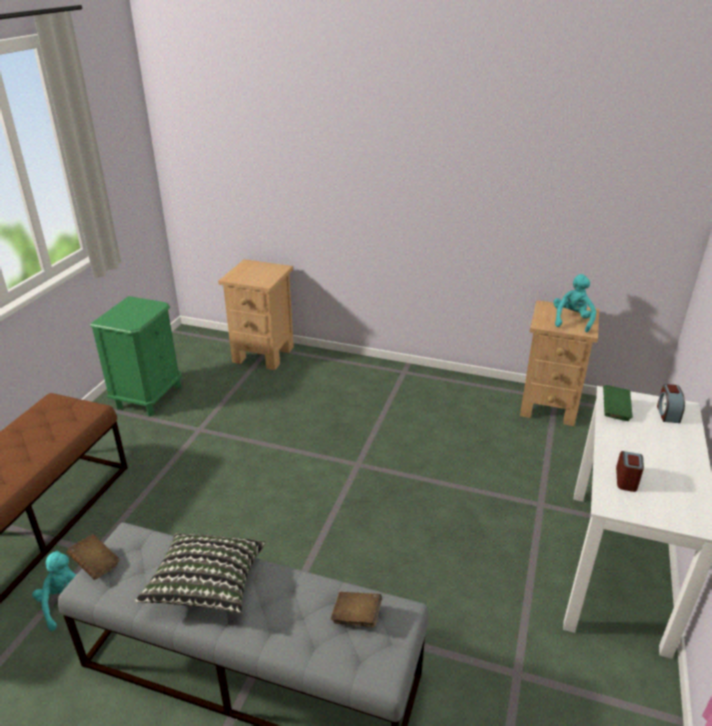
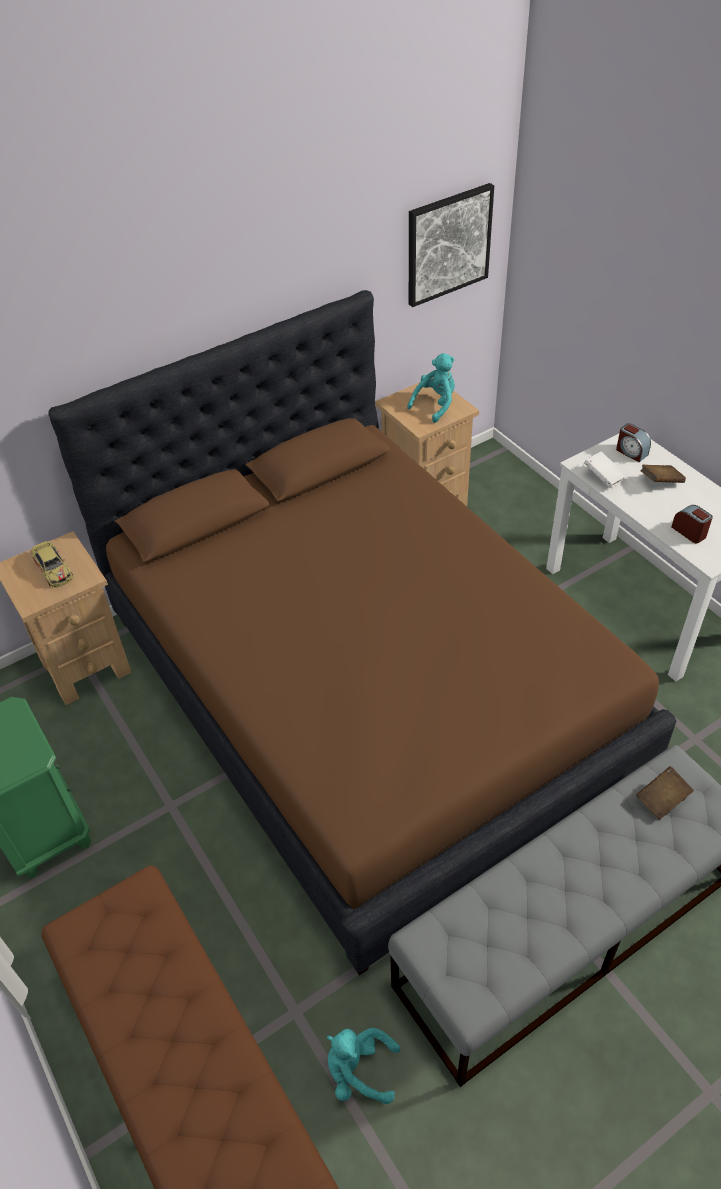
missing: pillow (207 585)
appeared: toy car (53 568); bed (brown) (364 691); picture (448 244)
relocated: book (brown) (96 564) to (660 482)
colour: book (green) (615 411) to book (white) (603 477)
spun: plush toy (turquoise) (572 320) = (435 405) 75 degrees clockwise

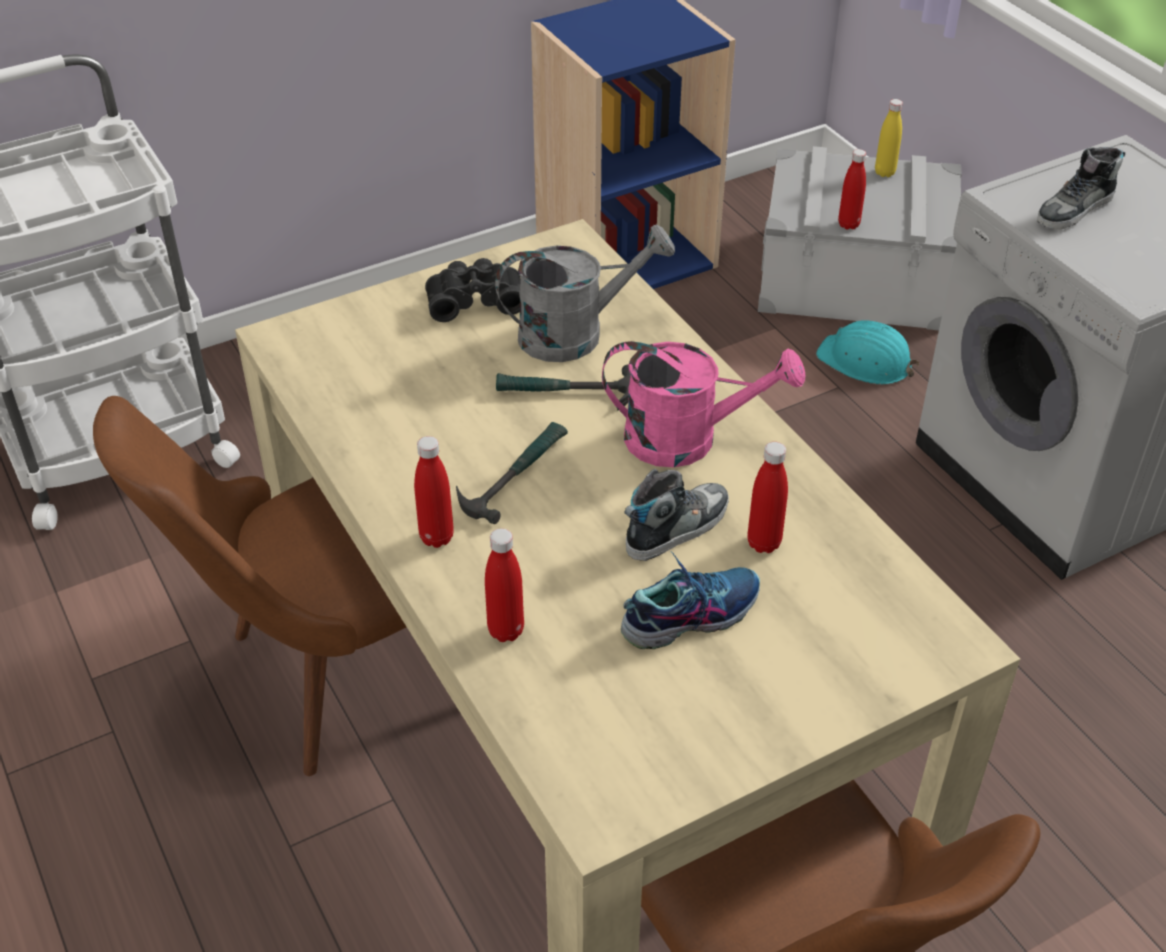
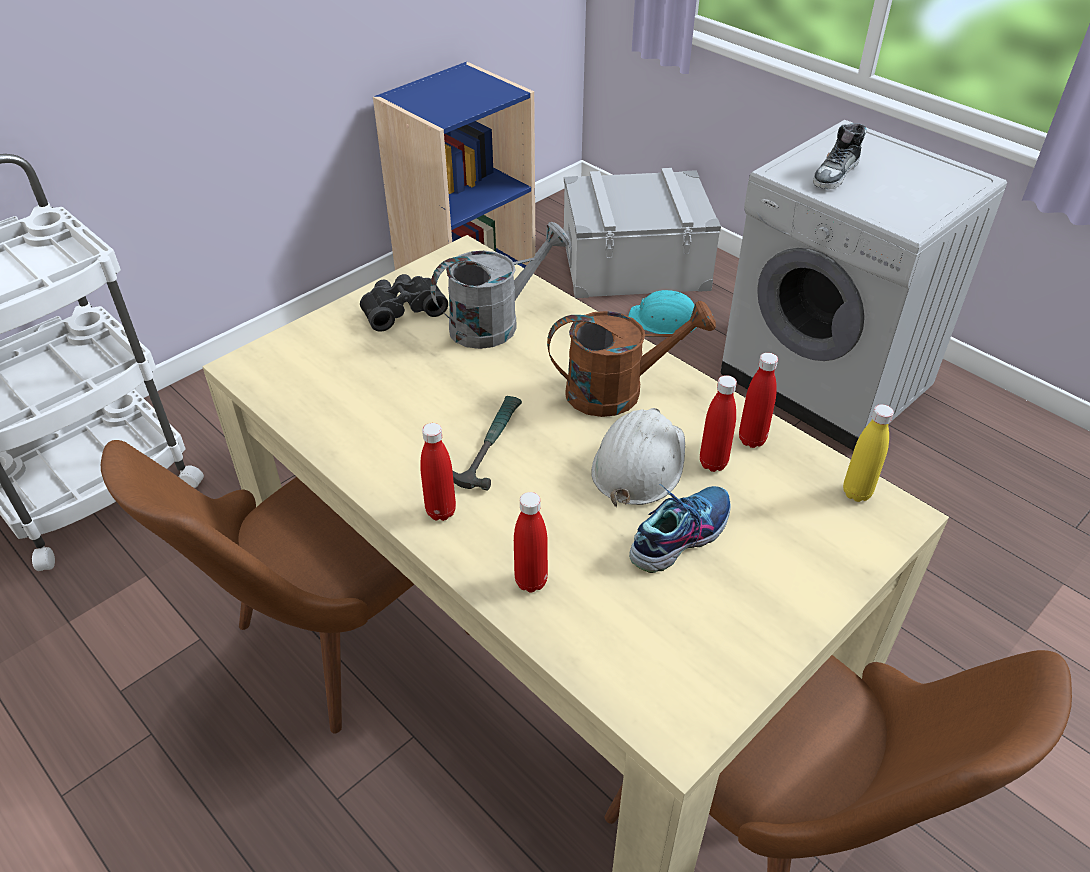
missing: hammer (566 392)
relocated: bottle (red) (848 224) to (752 440); bottle (yellow) (884 172) to (856 493)
exchanged: shoe (677 527) to hard hat (white) (638 464)
colour: watering can (pink) (687 439) to watering can (brown) (618 391)

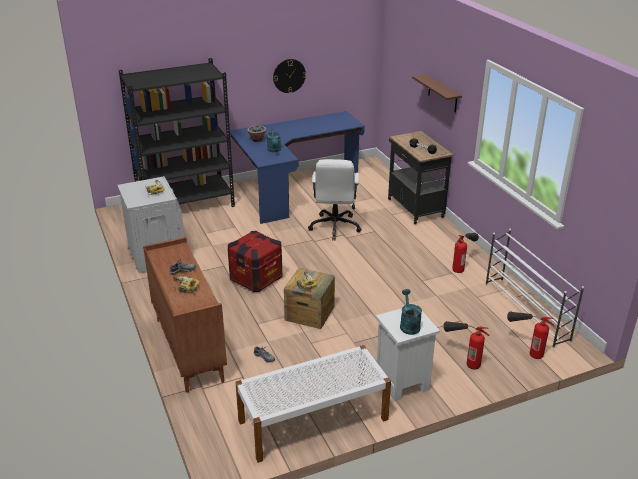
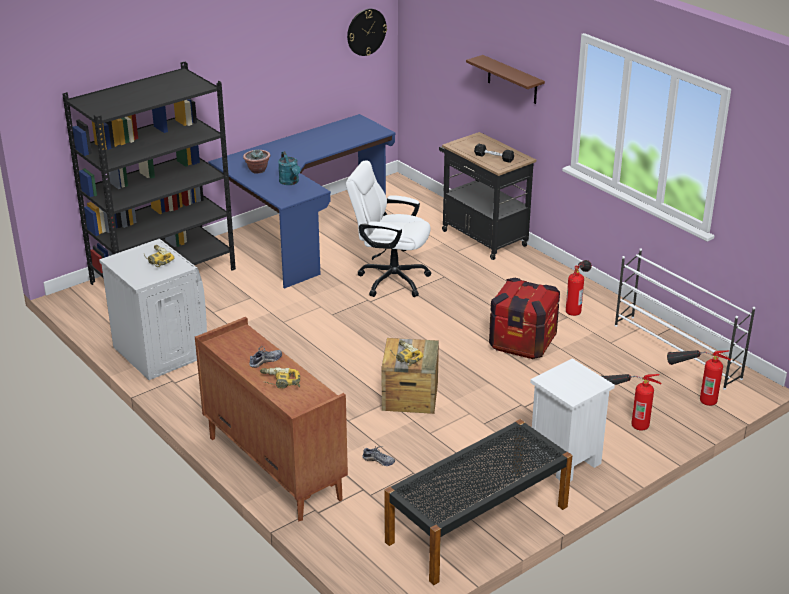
missing: watering can (turquoise) (408 325)
relocated: wall clock (289 75) to (366 32); crate (256 279) to (522 342)
colour: bench (white) (313 421) to bench (black) (478 525)
spun: office chair (white) (335 228) = (389 280) 120 degrees clockwise

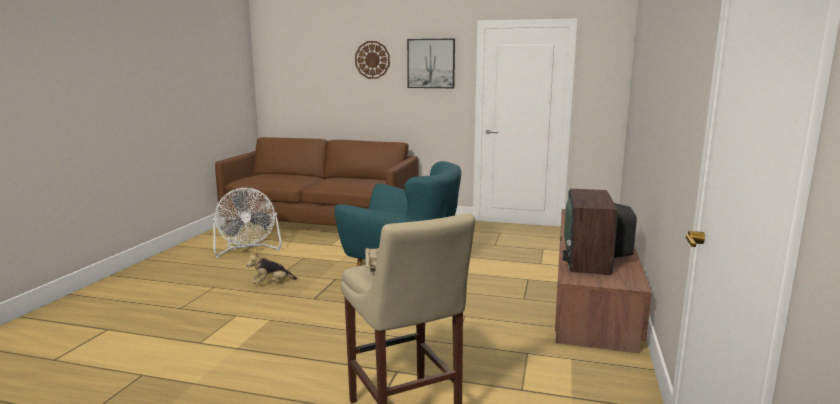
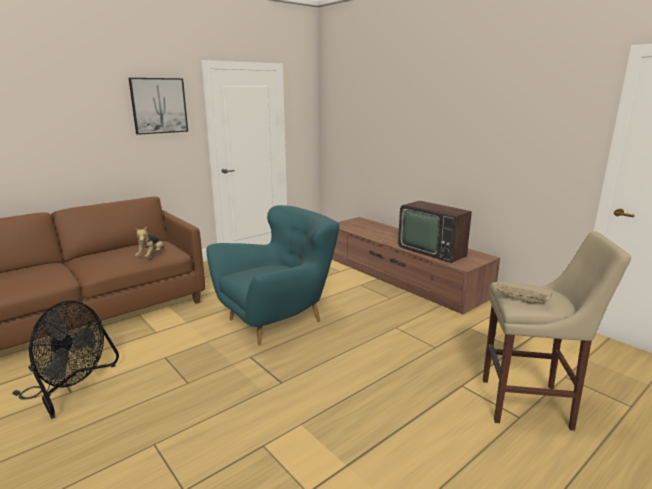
missing: wall clock (372 60)
relocated: plush toy (271 283) to (151 256)
colour: fan (white) (245 250) to fan (black) (69 389)

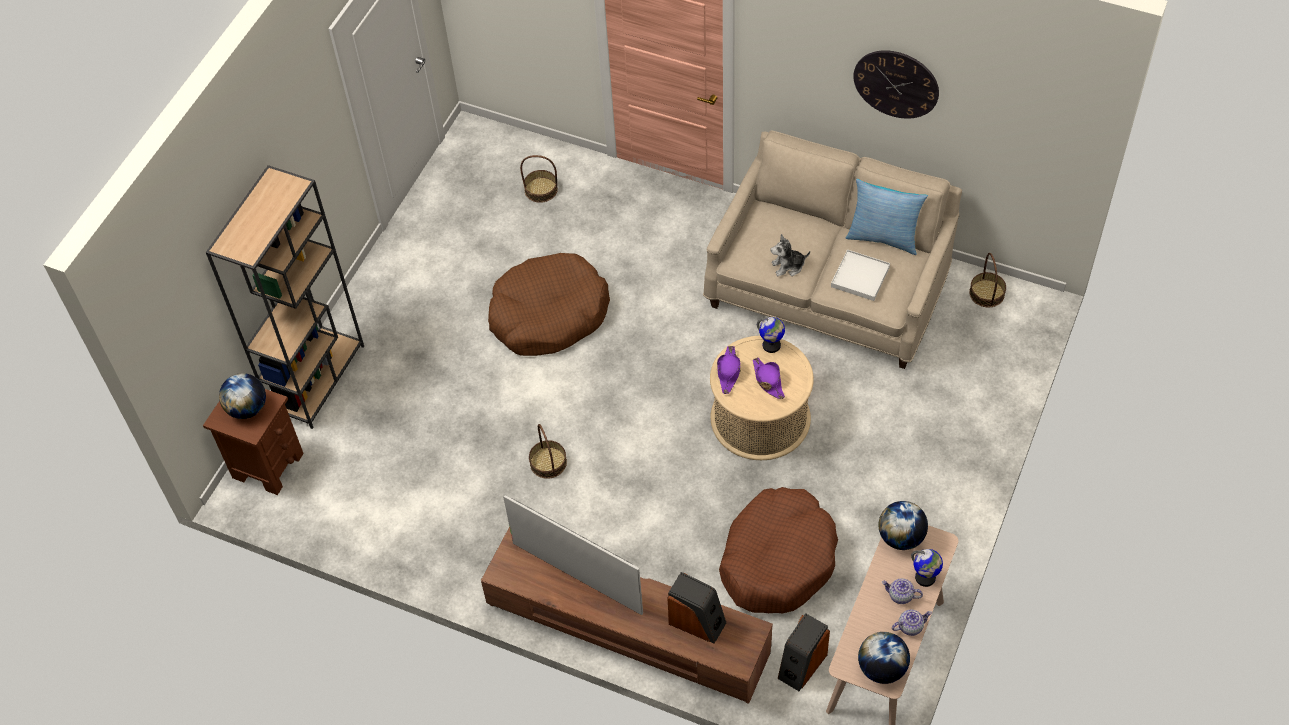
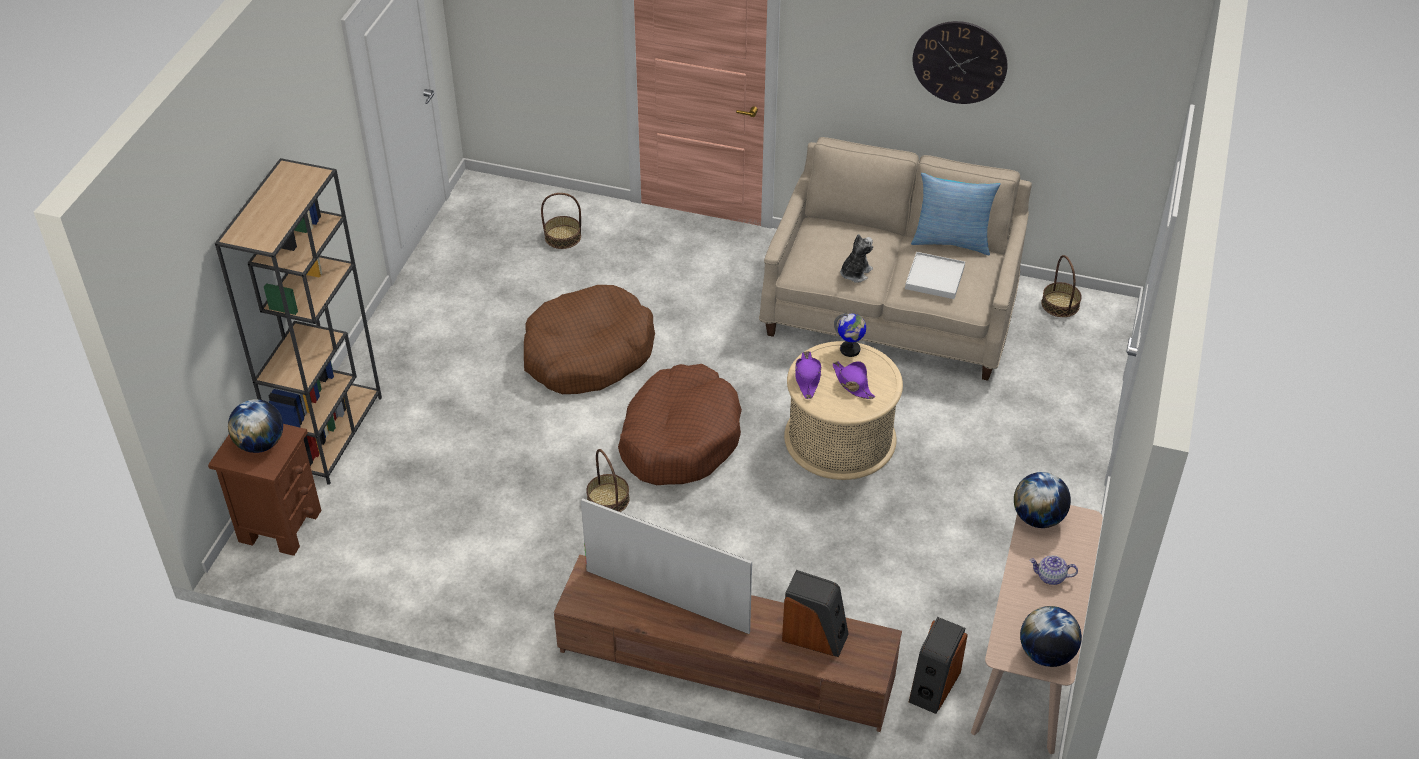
missing: teapot (910 626); globe (925 578)
relocated: dog bed (brown) (777 559) to (679 438)
spun: plush toy (788 266) = (855 273) 150 degrees clockwise

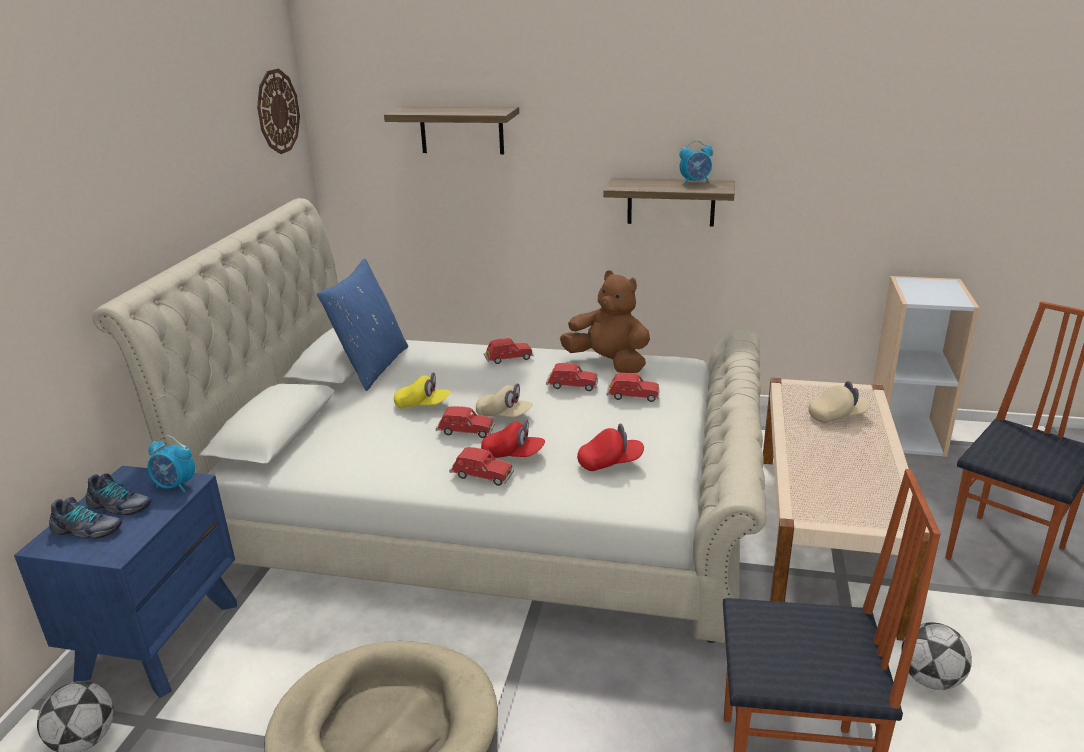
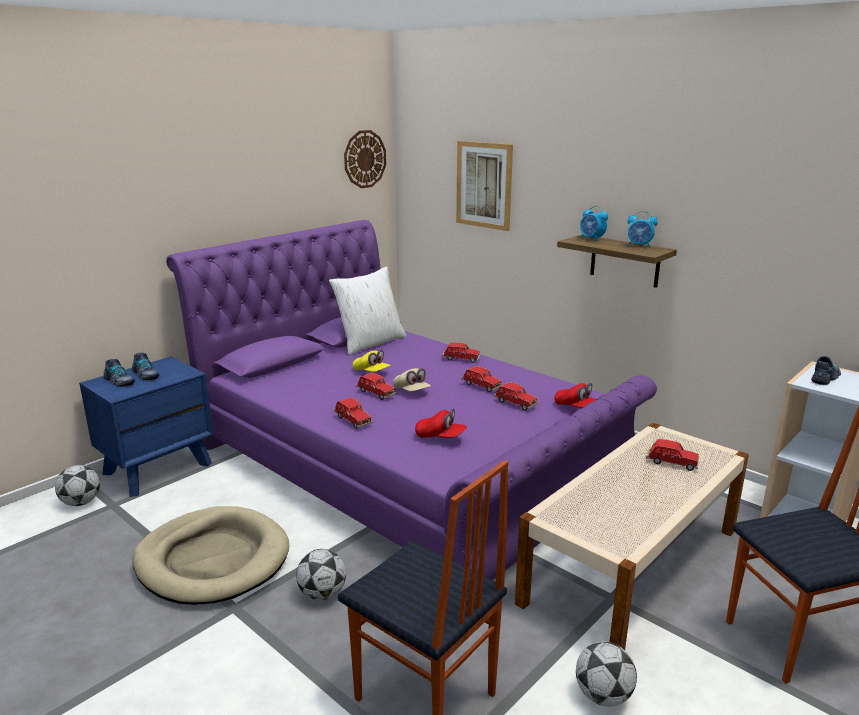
missing: plush toy (brown) (608 363)
appeared: football (322 594); shoe (825 377)
relocated: cap (red) (513 455) to (576 407); alarm clock (175 486) to (592 239)
exchanged: shelf (461 130) to picture (484 185); cap (beige) (837 416) to toy car (red) (671 463)
colour: bed (beige) (488 502) to bed (purple) (405 458); pillow (blue) (372 366) to pillow (white) (370 343)

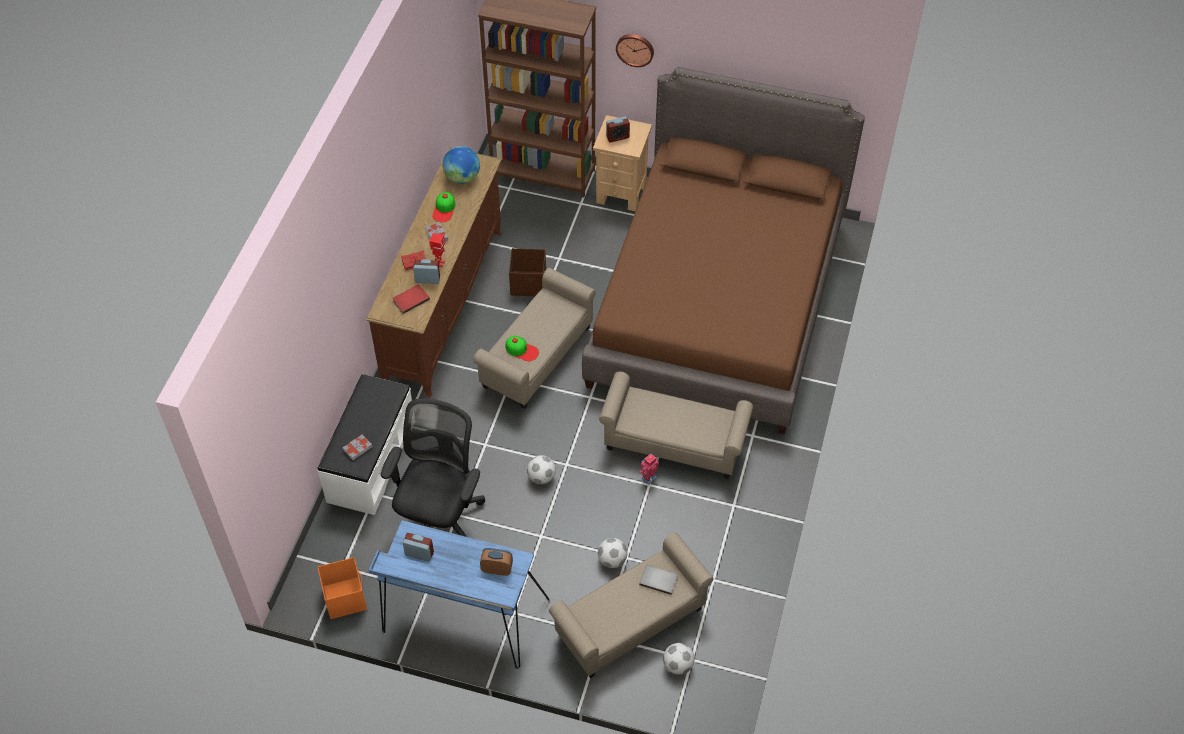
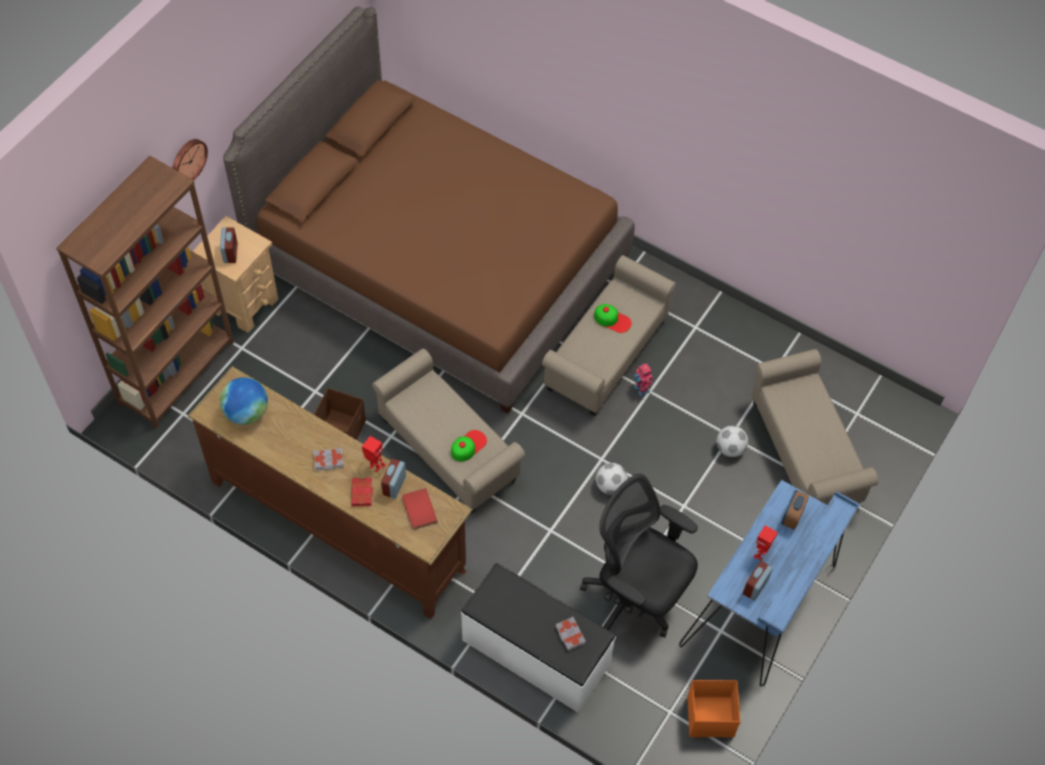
missing: book (grey) (659 579); football (678 665)
appeared: toy robot (760 555)
relocated: cap (444 209) to (612 320)

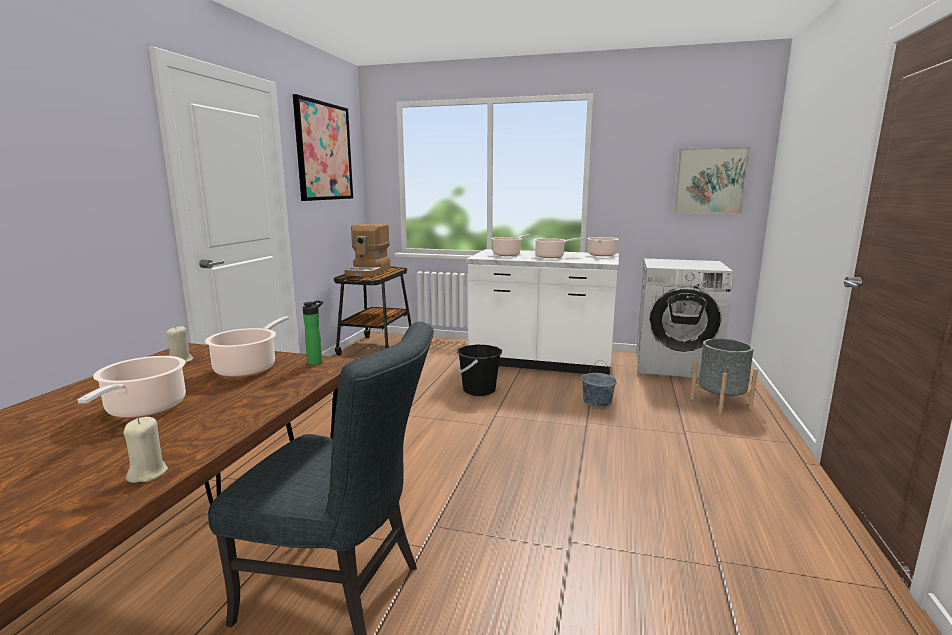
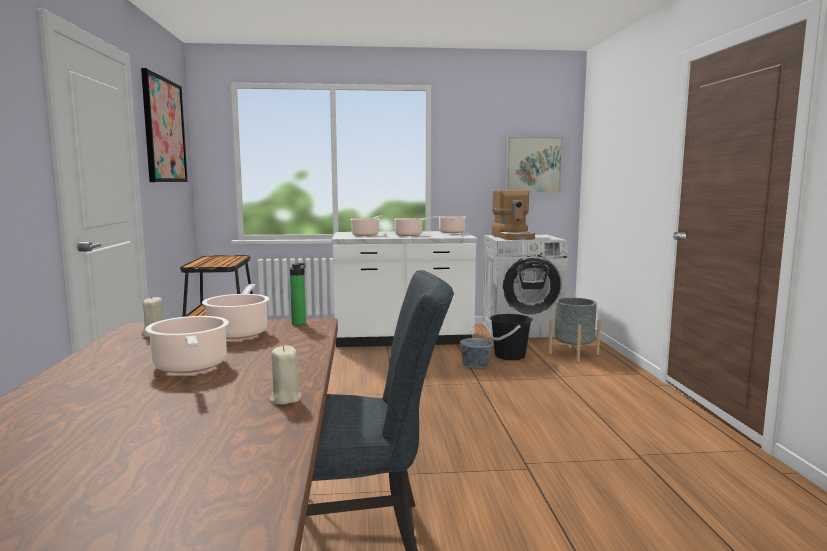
relocated: bucket (black) (479 390) to (510 356); coffee machine (368 272) to (513 237)

